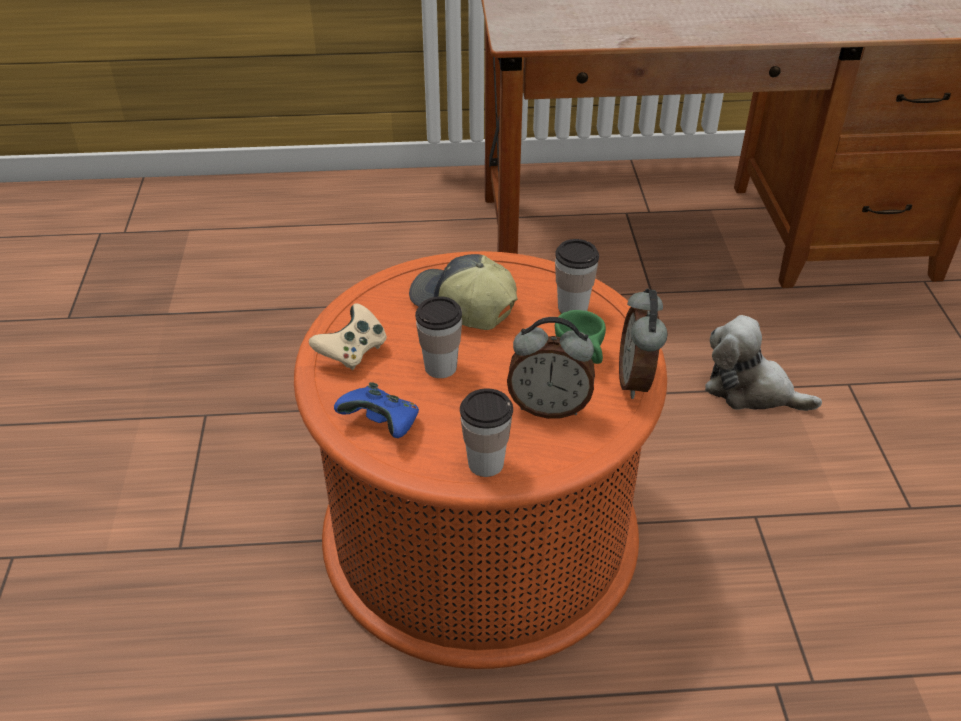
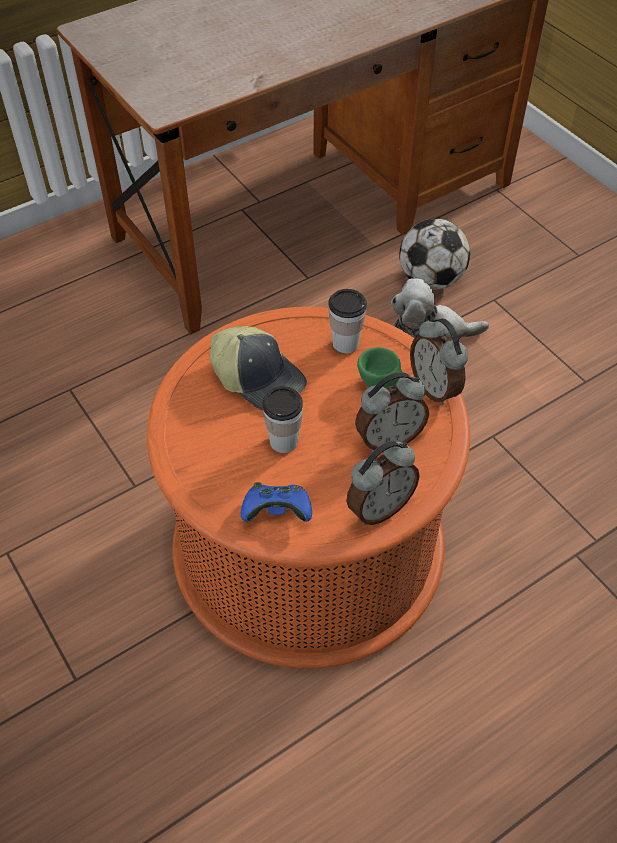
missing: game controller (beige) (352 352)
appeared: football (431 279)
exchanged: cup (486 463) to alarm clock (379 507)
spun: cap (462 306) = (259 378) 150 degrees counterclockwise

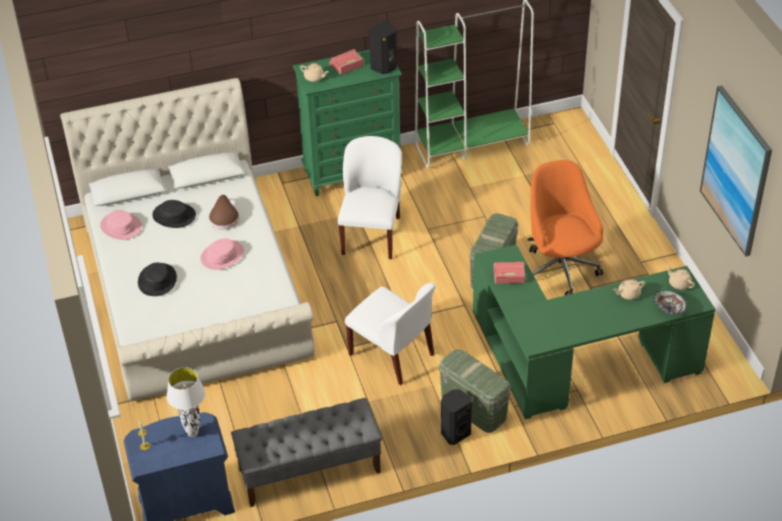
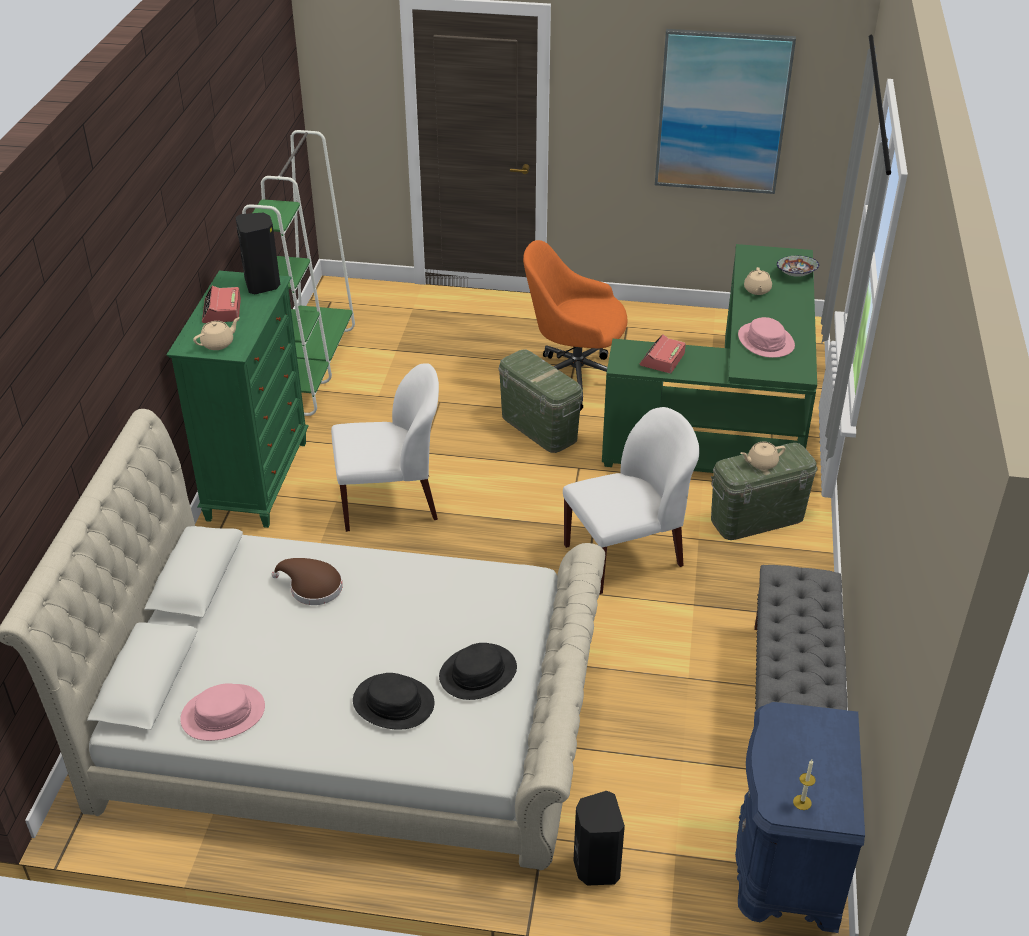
missing: table lamp (white) (193 433)
relocated: hat (black) (174 216) to (478 673); speaker (black) (455 433) to (595 867); hat (pink) (222 255) to (766 341); teapot (beige) (679 283) to (761 463)
spun: chair (white) (371 235) = (391 502) 135 degrees clockwise

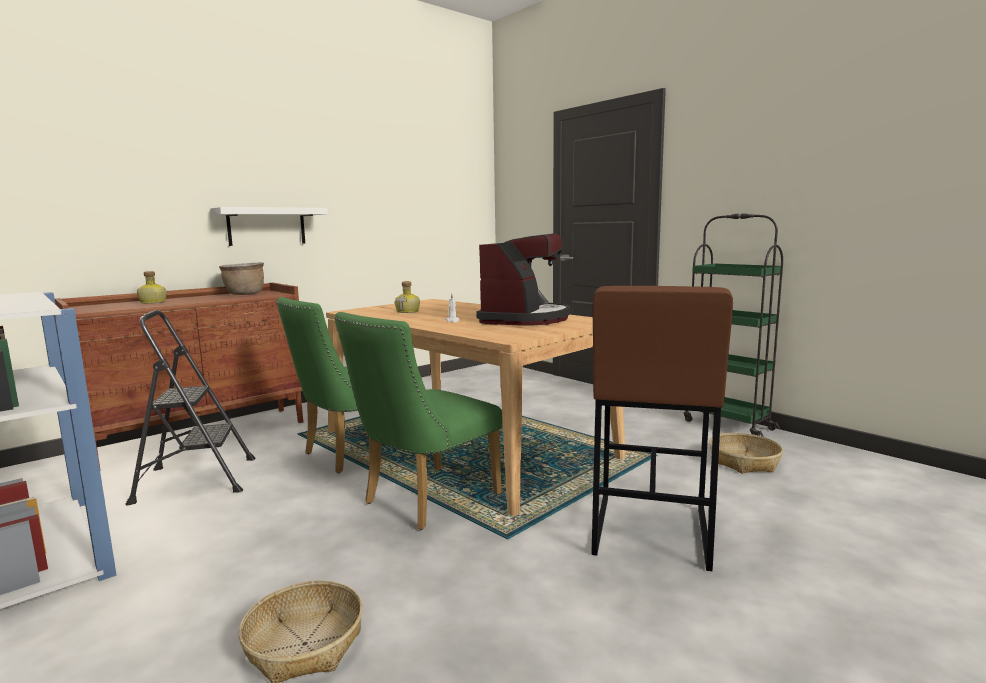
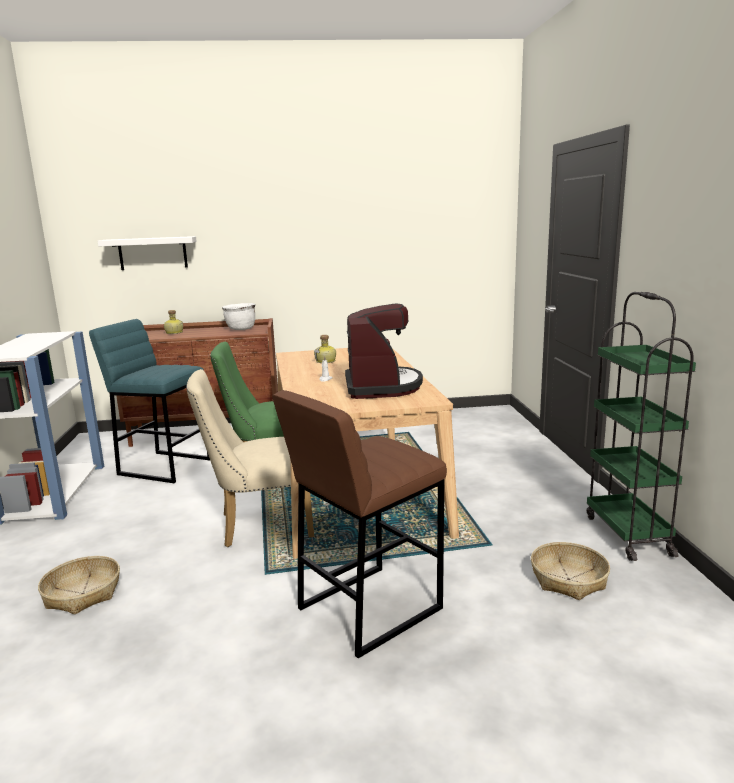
relocated: shelf (white) (266 226) to (153 253)
exchanged: step ladder (black) (192 479) to stool (turquoise) (163 466)
colour: chair (green) (423 501) to chair (beige) (258 525); cooking pot (brown) (244 294) to cooking pot (white) (240 329)
spun: coffee machine (525 319) = (382 386) 60 degrees counterclockwise

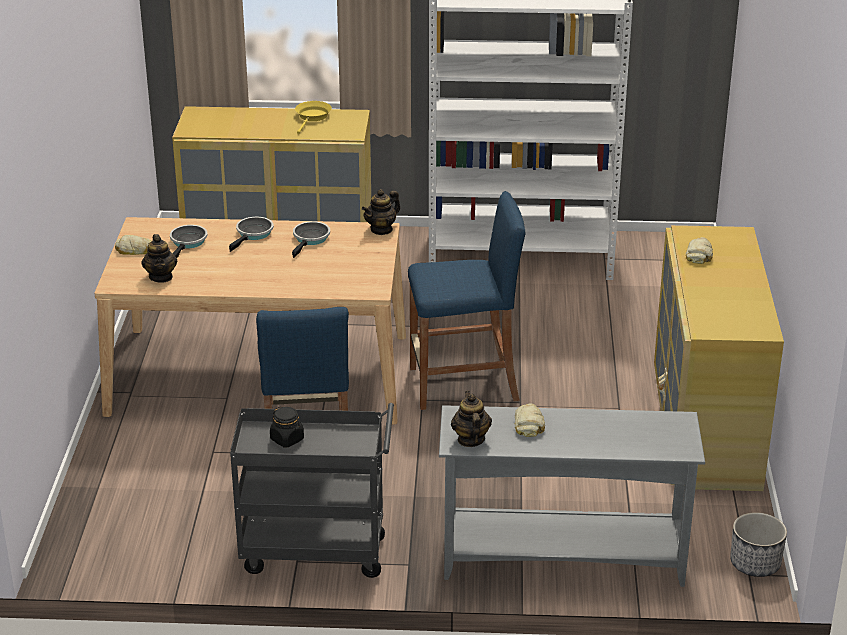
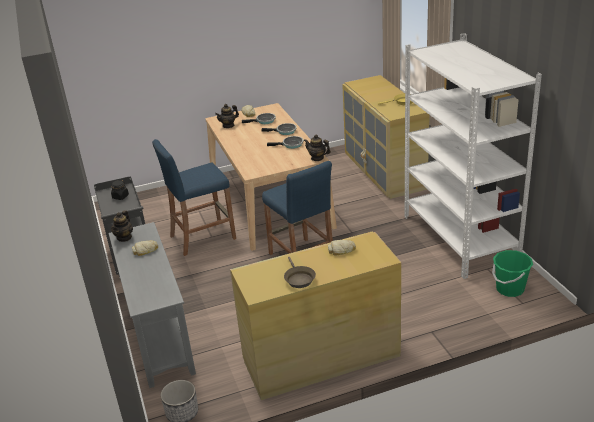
appeared: frying pan (brown) (298 279); bucket (green) (509 289)
spun: teapot (470 439) = (124 237) 135 degrees clockwise

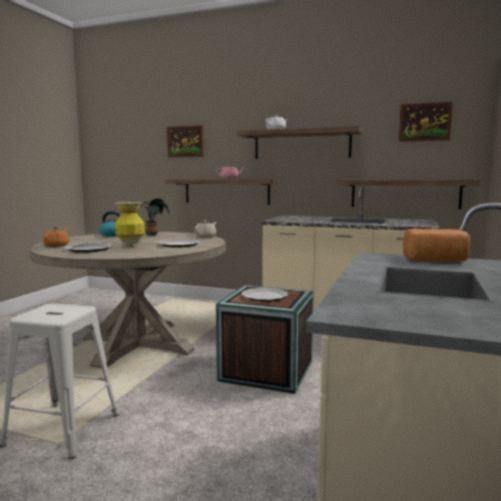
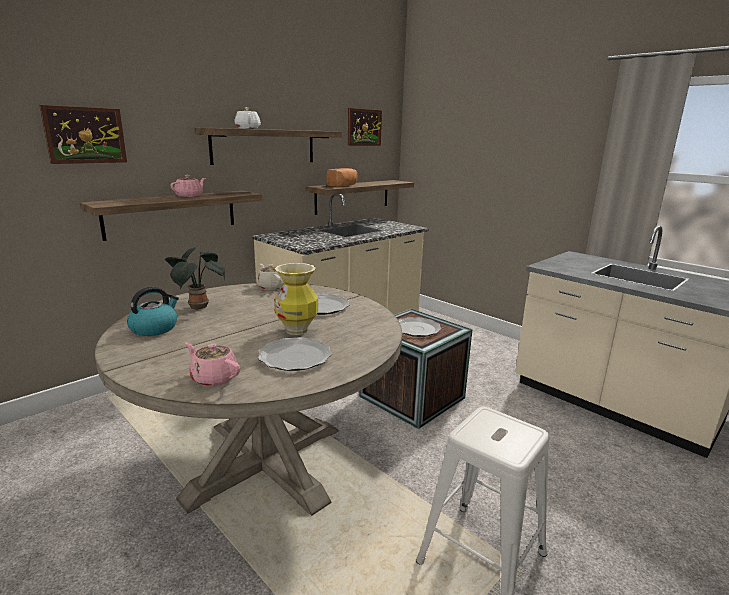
relocated: bread (436 261) to (343 186)
colour: teapot (orange) (56 245) to teapot (pink) (214 378)

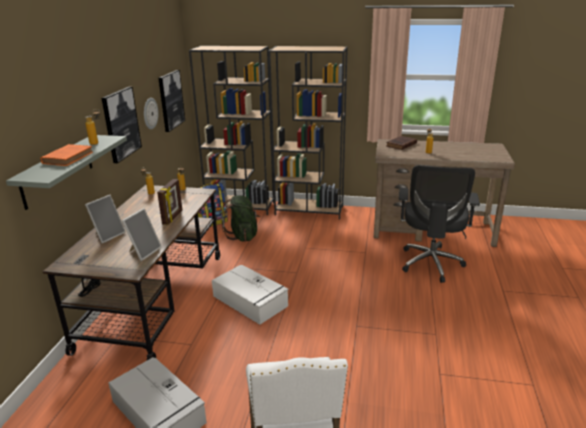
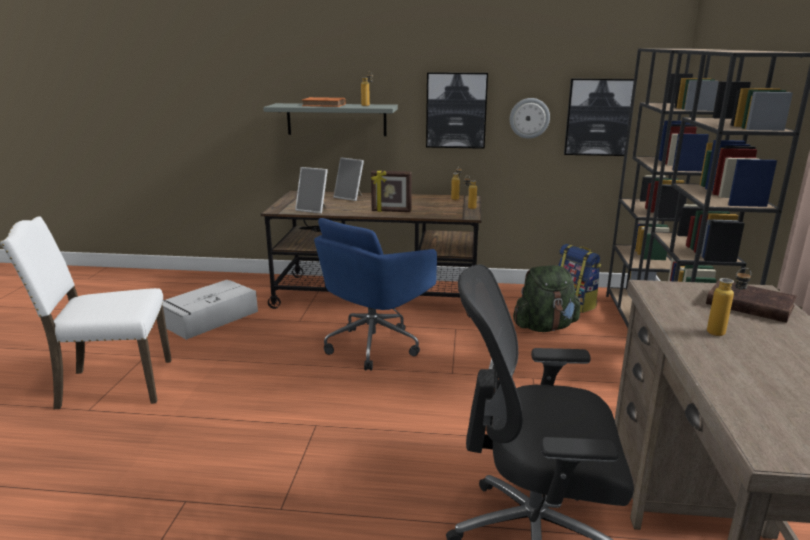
exchanged: storage box (white) (251 301) to office chair (blue) (376 345)

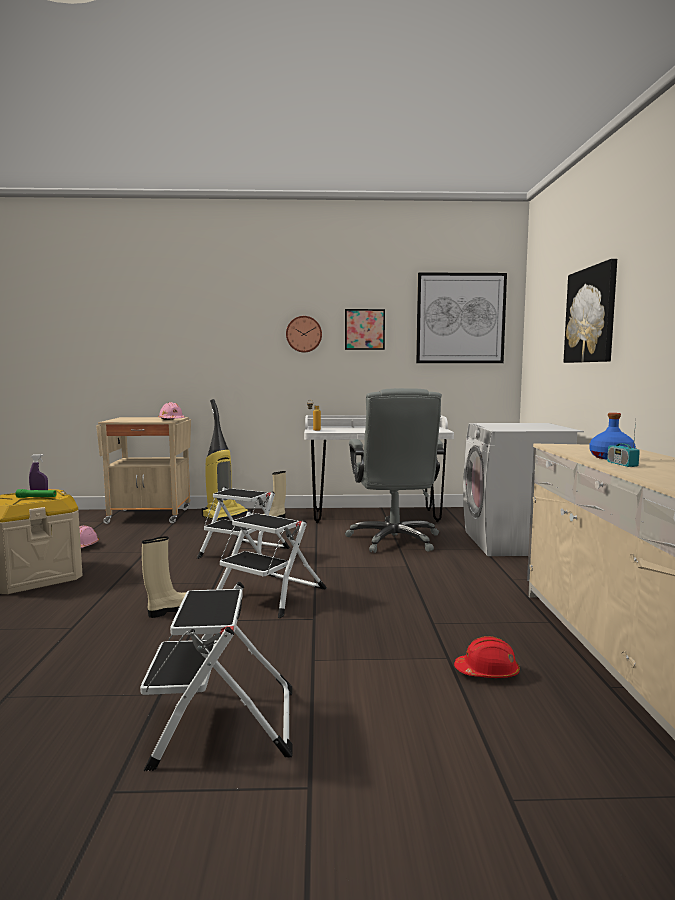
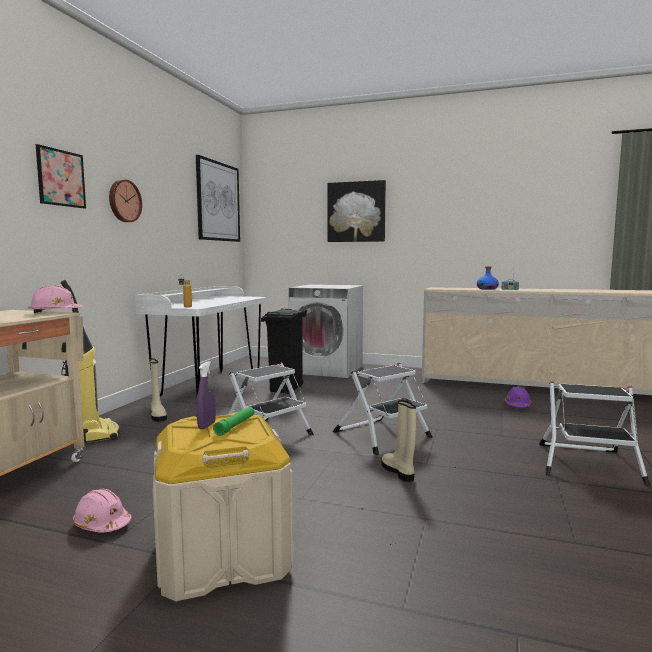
relocated: picture (364 329) to (61 178)
exchanged: office chair (grey) (394 539) to trash can (black) (285 389)
colour: hard hat (red) (487 672) to hard hat (purple) (517 405)

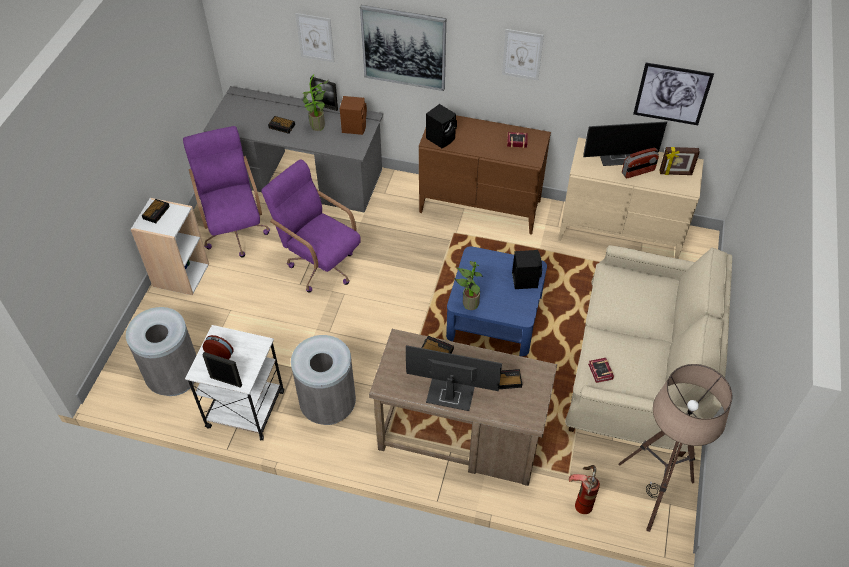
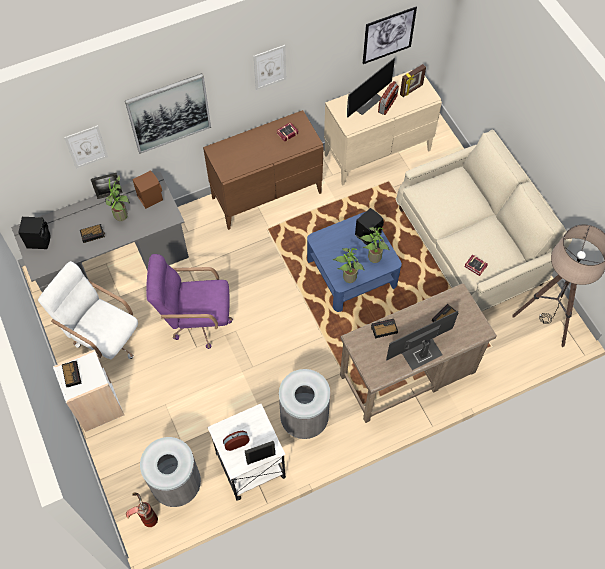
appeared: potted plant (372 258)
relocated: speaker (black) (441 138) to (39 240); fire extinguisher (581 499) to (146 516)
colour: office chair (purple) (235 231) to office chair (white) (104 341)

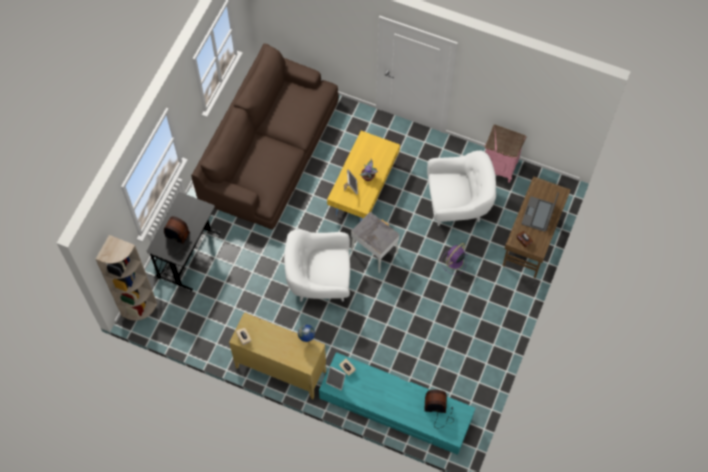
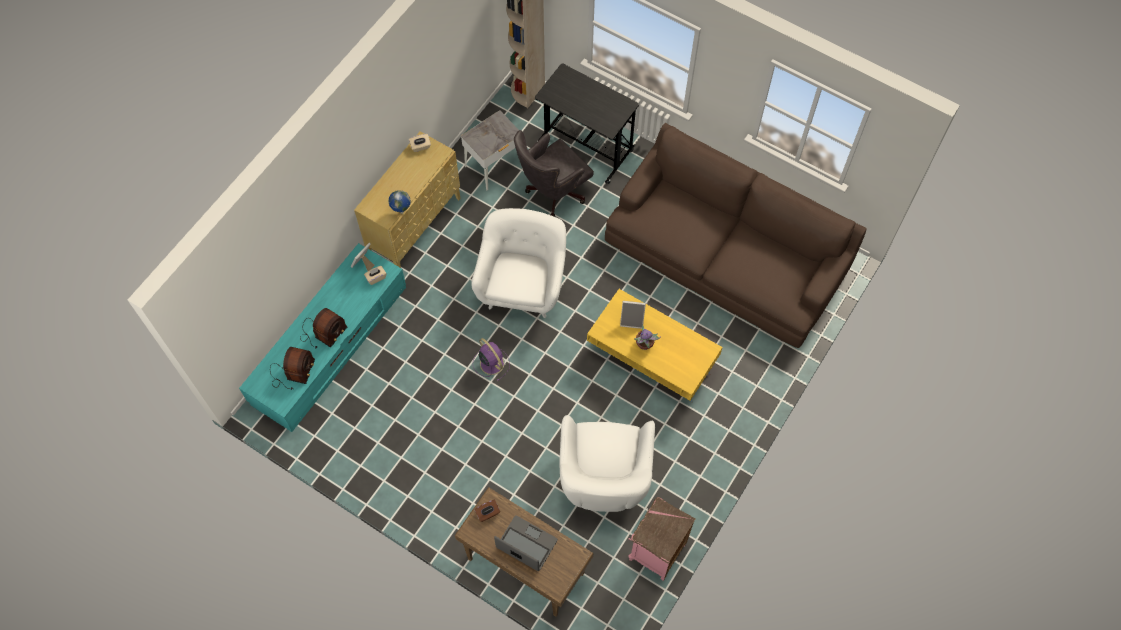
appeared: office chair (grey) (553 194)
relocated: radio (178 240) to (323 332); side table (374 251) to (495 165); fan (purple) (454 261) to (491 362)

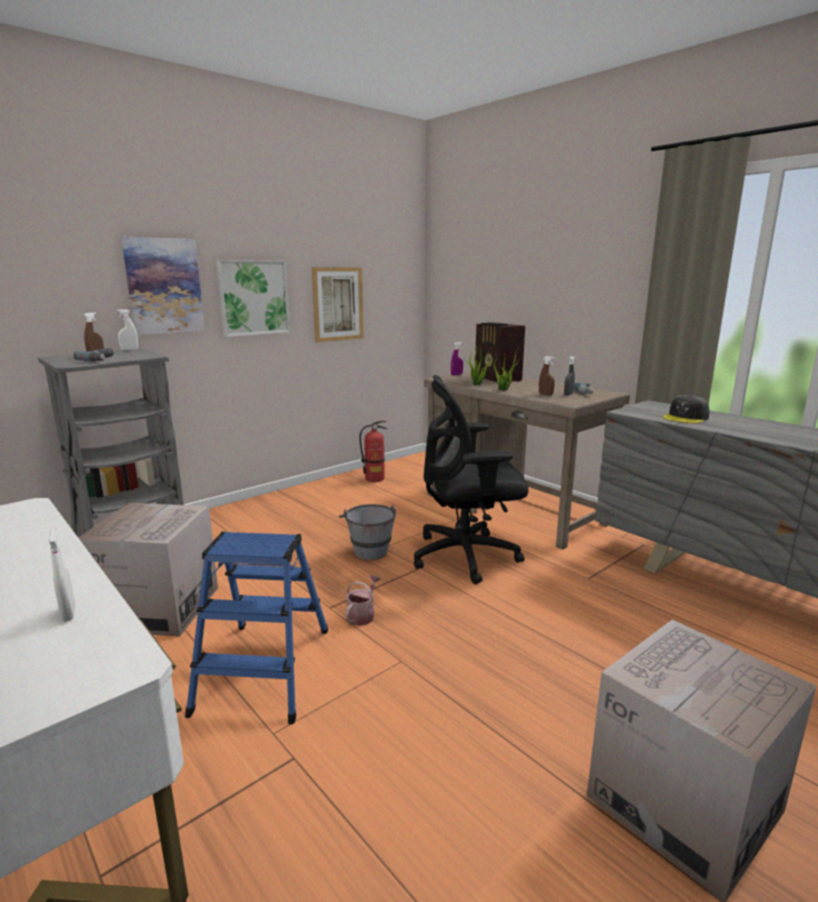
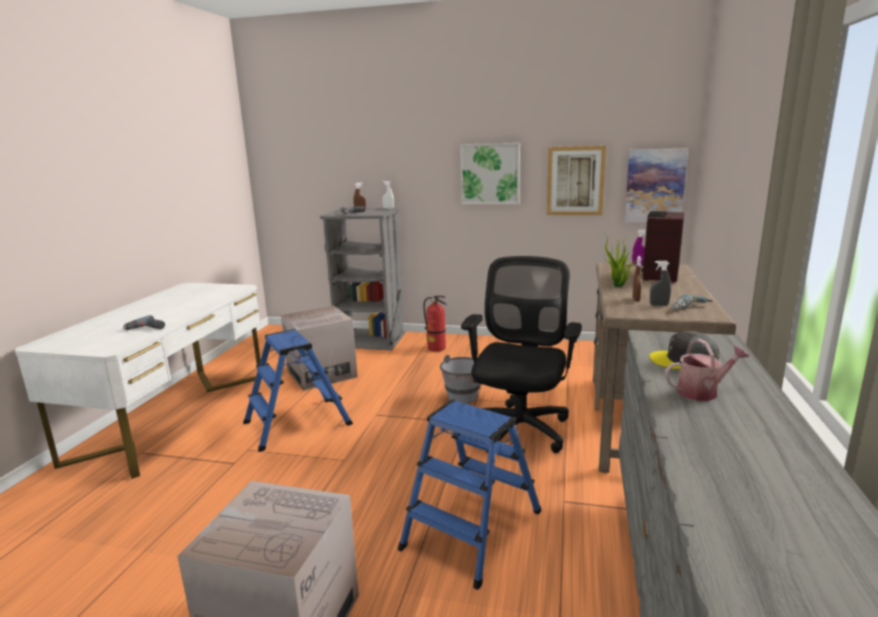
appeared: step ladder (blue) (473 529)
relocated: fire extinguisher (375 479) to (437 348); picture (164 286) to (654 186); watering can (362 615) to (702 391)
exchanged: spray bottle (white) (68 613) to power drill (146 328)
spun: office chair (black) (471 554) = (519 433) 60 degrees clockwise

